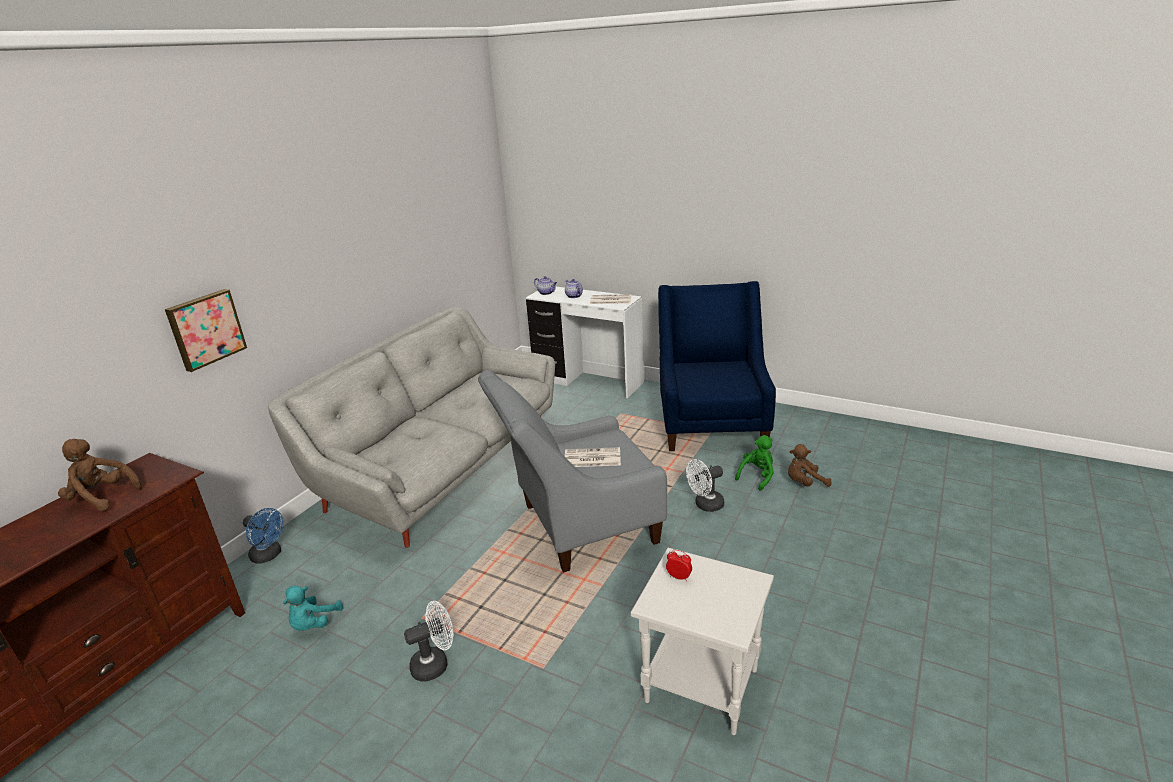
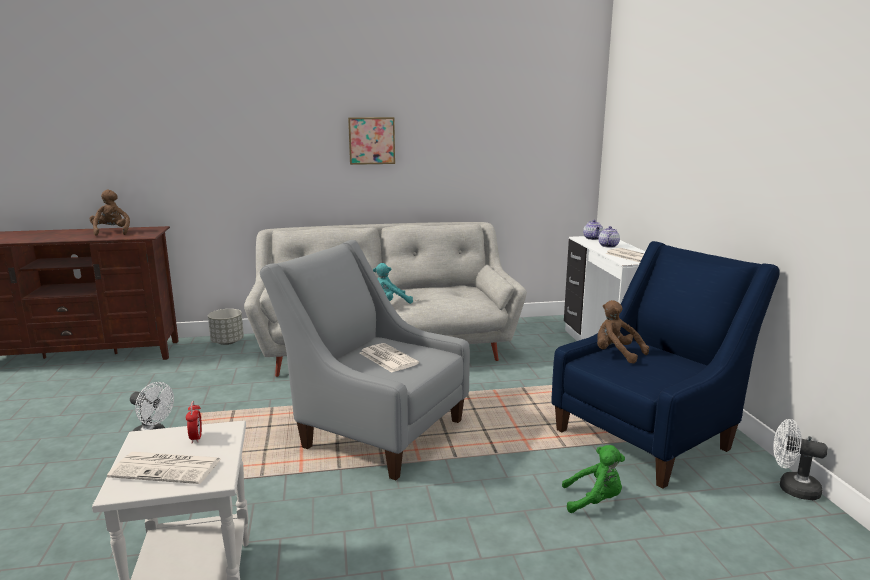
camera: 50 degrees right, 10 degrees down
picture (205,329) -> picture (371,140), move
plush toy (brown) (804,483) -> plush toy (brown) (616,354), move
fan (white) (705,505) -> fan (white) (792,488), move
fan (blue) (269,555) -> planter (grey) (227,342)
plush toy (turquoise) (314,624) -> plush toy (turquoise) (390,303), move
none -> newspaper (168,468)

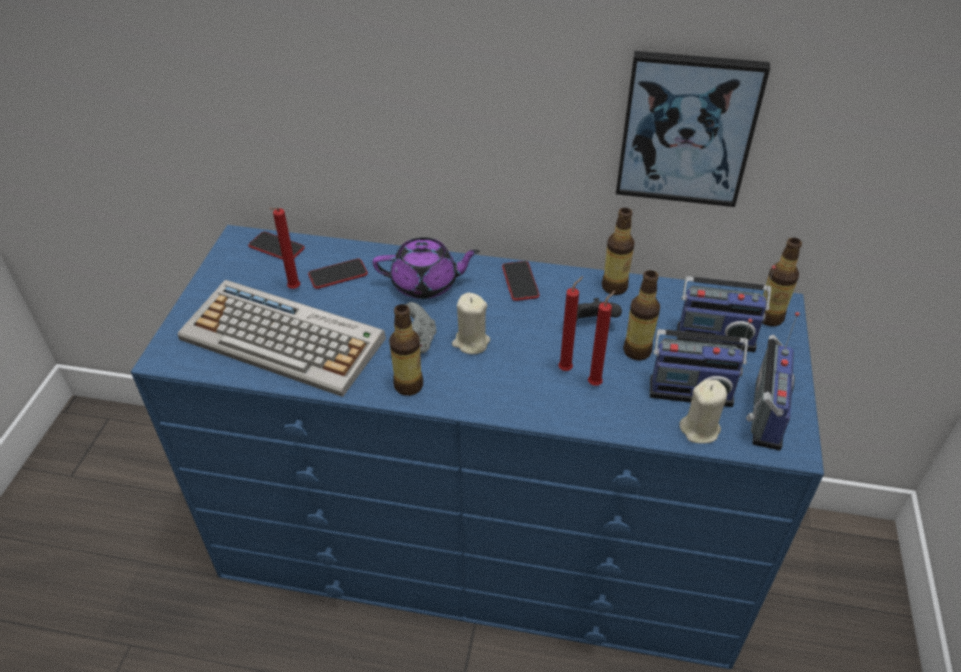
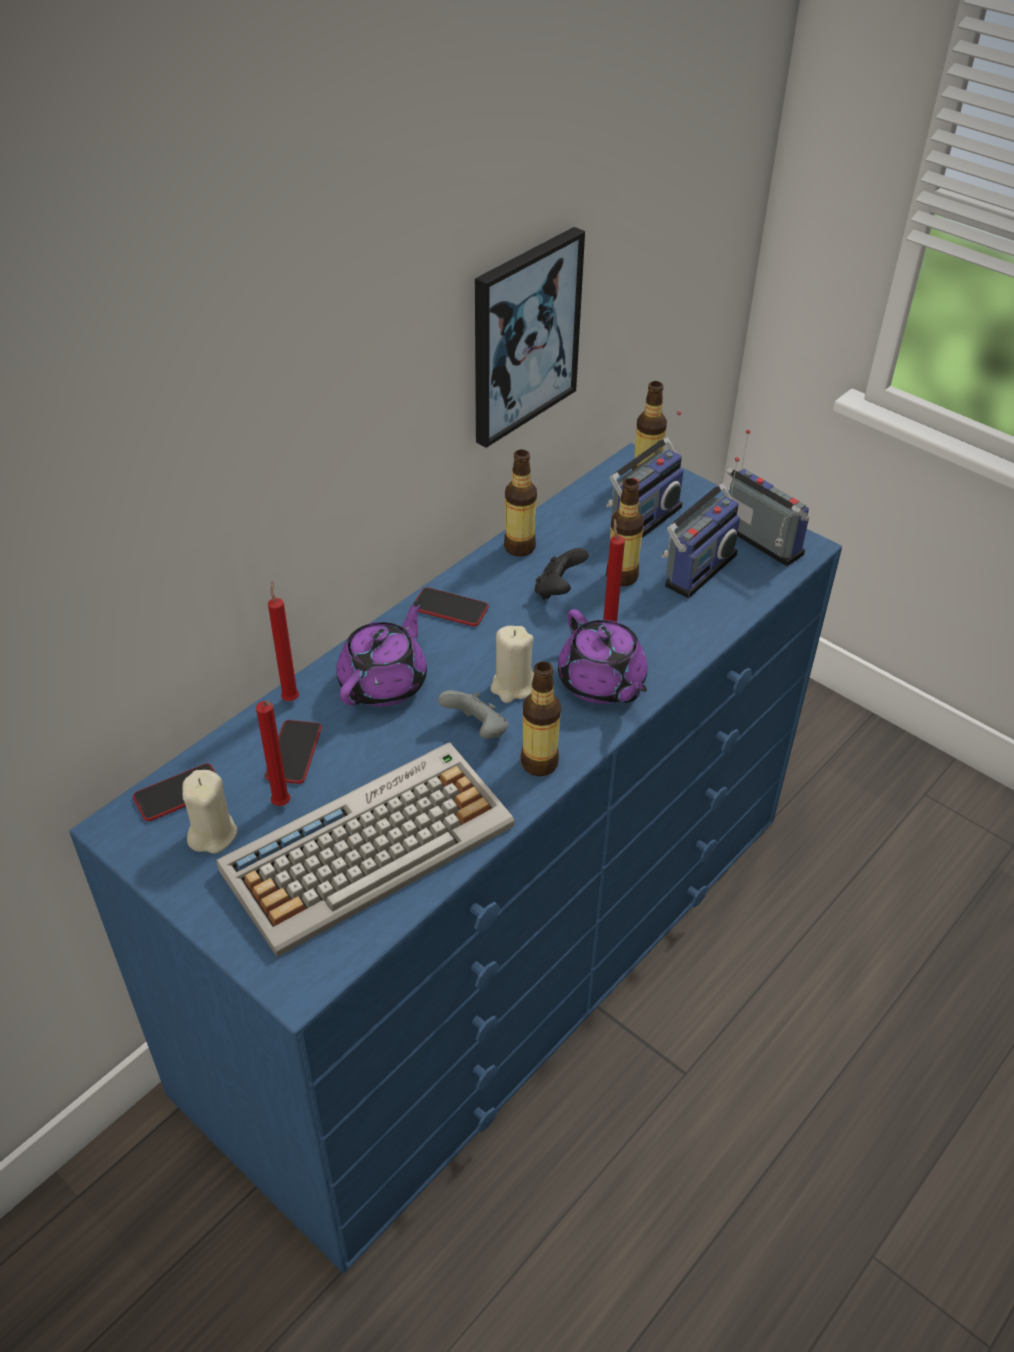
camera: 60 degrees left, 0 degrees up
candle (red) (596,383) -> candle (red) (290,698), move
candle (beige) (700,429) -> candle (beige) (212,834), move
none -> teapot (purple) (602,683)

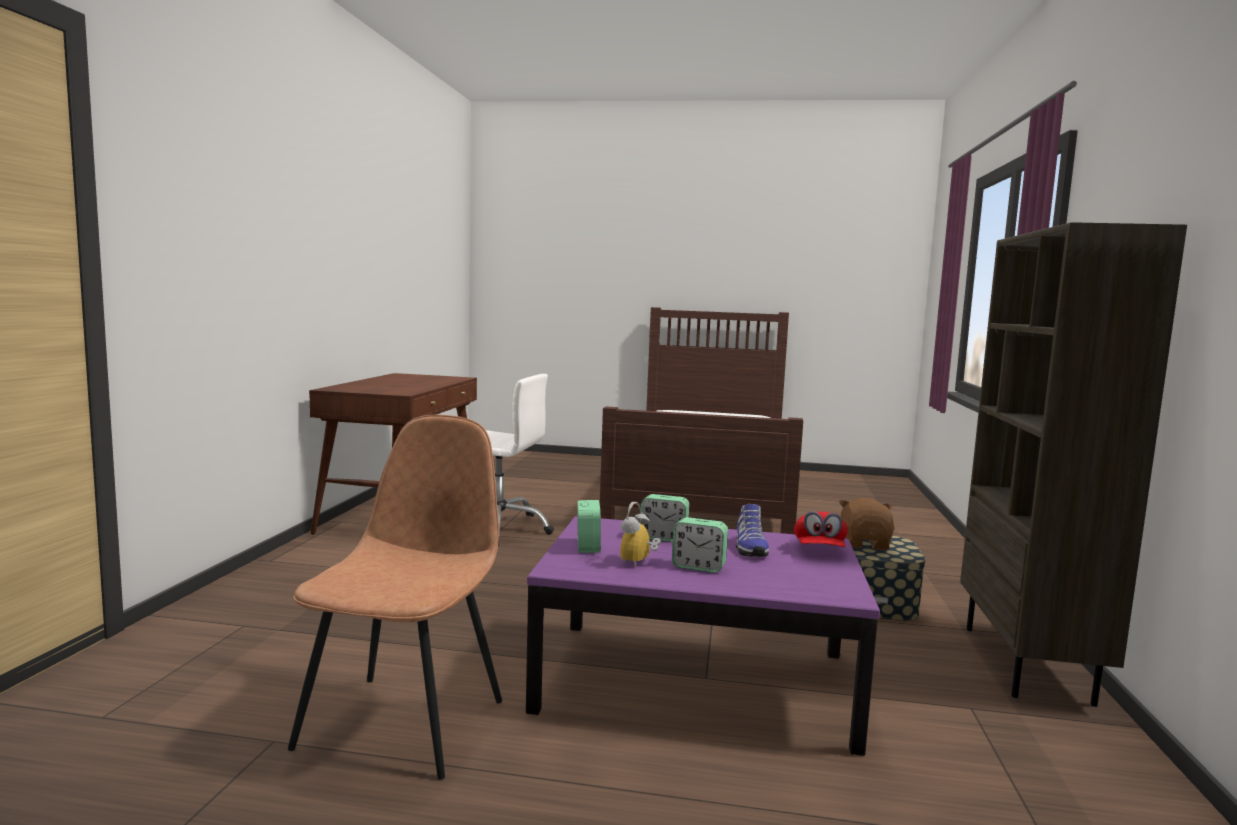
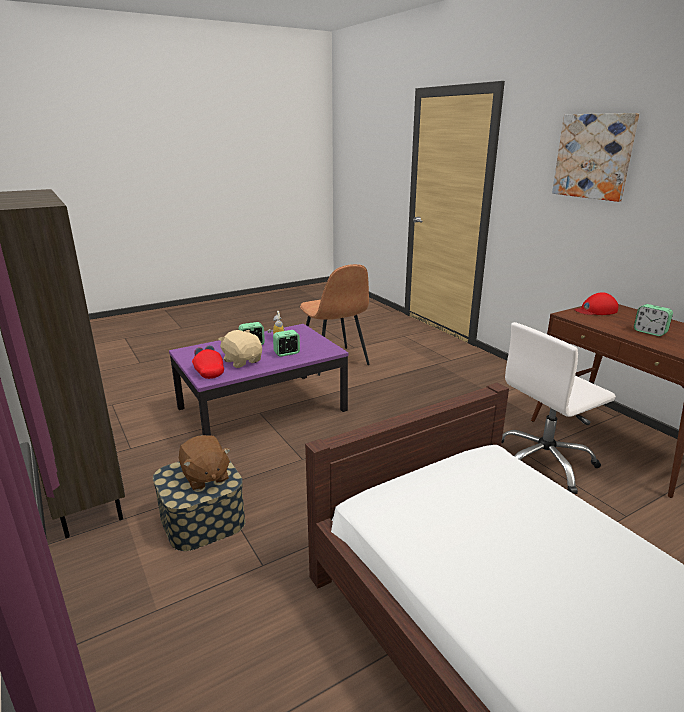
camera: 140 degrees right, 15 degrees up
alarm clock (588,547) -> alarm clock (650,332), move
shoe (749,548) -> plush toy (beige) (242,361)
none -> picture (594,156)
none -> cap (red) (595,310)

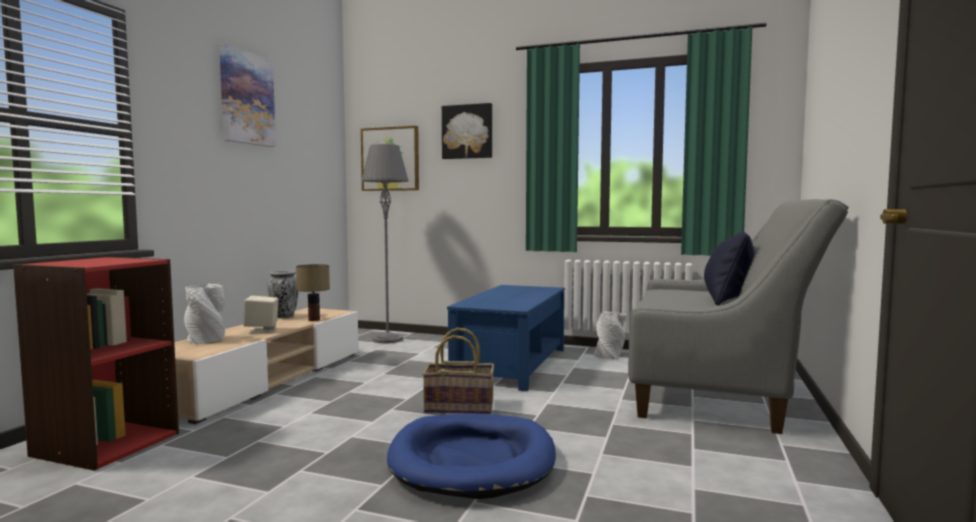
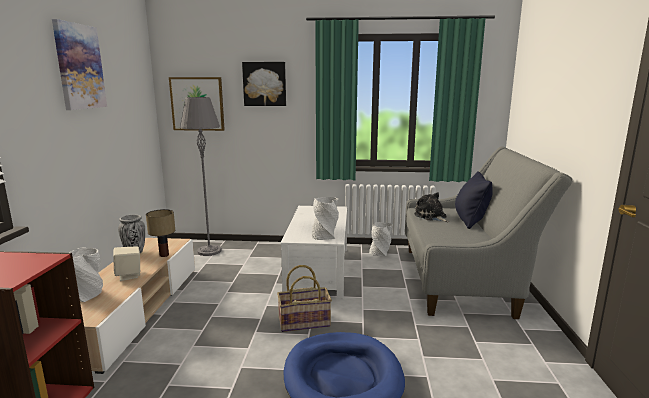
camera: 15 degrees left, 10 degrees up
coffee table (blue) (513,365) -> coffee table (white) (319,270)
none -> plush toy (431,216)
none -> vase (grey) (325,236)

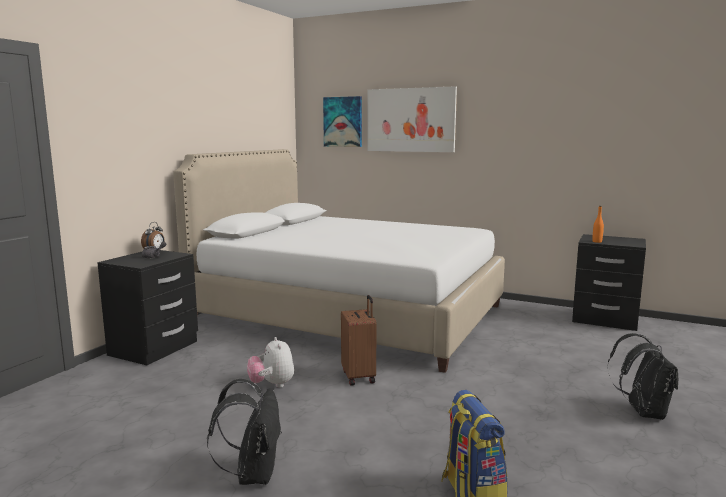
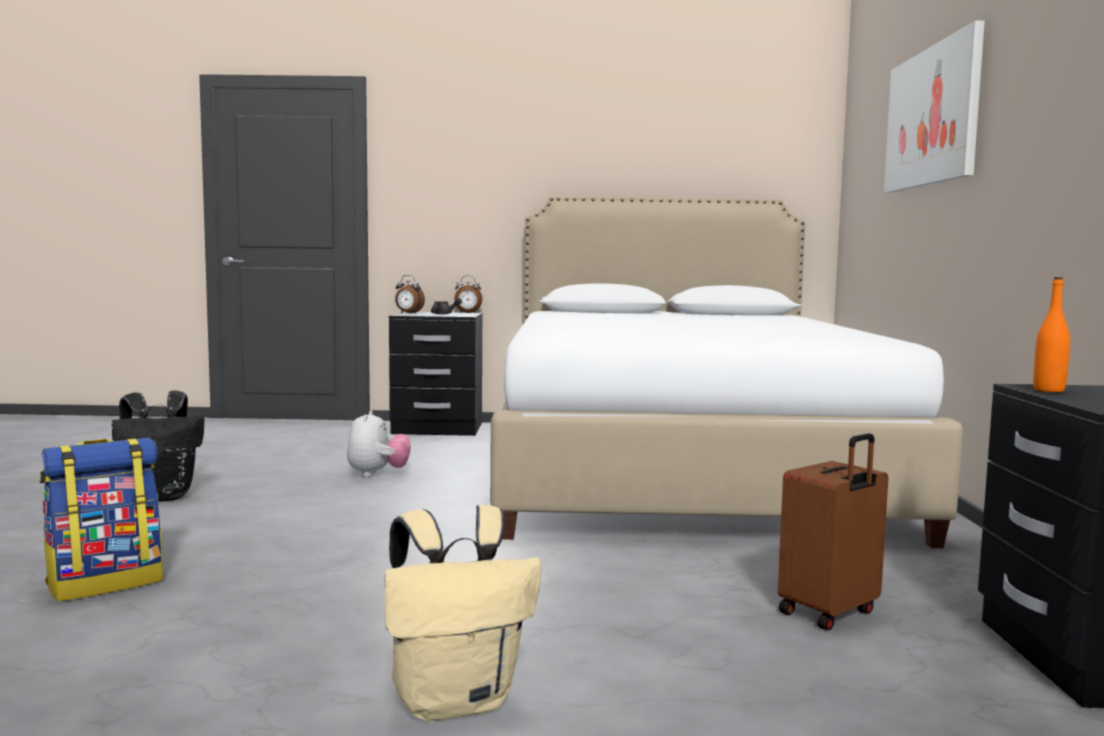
camera: 65 degrees right, 5 degrees down
picture (343,122) -> none
suitcase (brown) (359,376) -> suitcase (brown) (830,613), move
backpack (black) (642,412) -> backpack (beige) (456,701)
plush toy (272,385) -> plush toy (377,474), 135 degrees clockwise
none -> alarm clock (408,313)

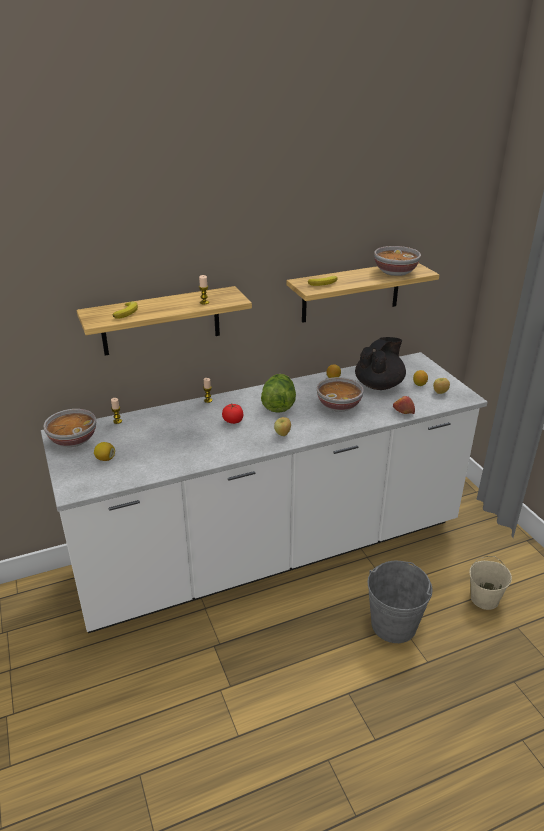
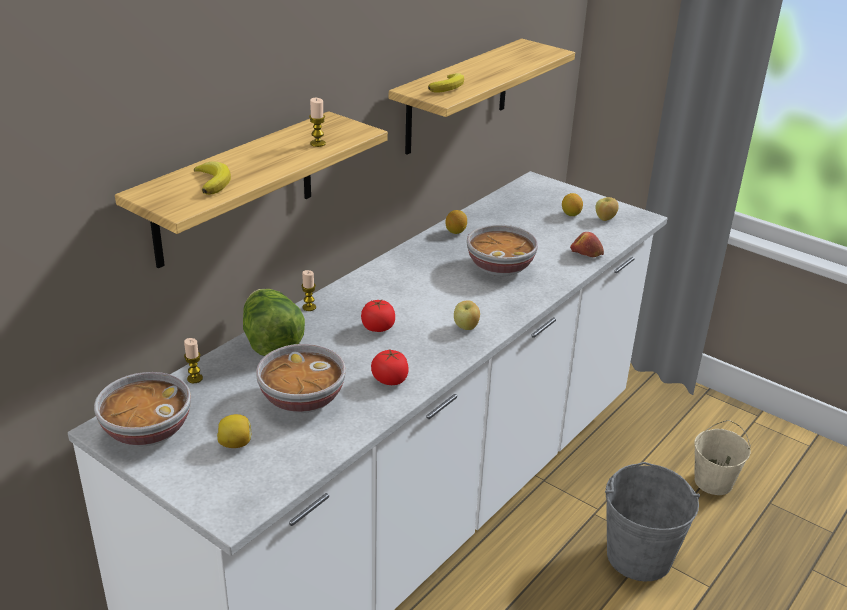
camera: 30 degrees left, 0 degrees up
bowl (395,272) -> bowl (301,399), move
teapot (black) (379,385) -> none
lettuce (278,404) -> lettuce (271,342), move
none -> tomato (390,380)

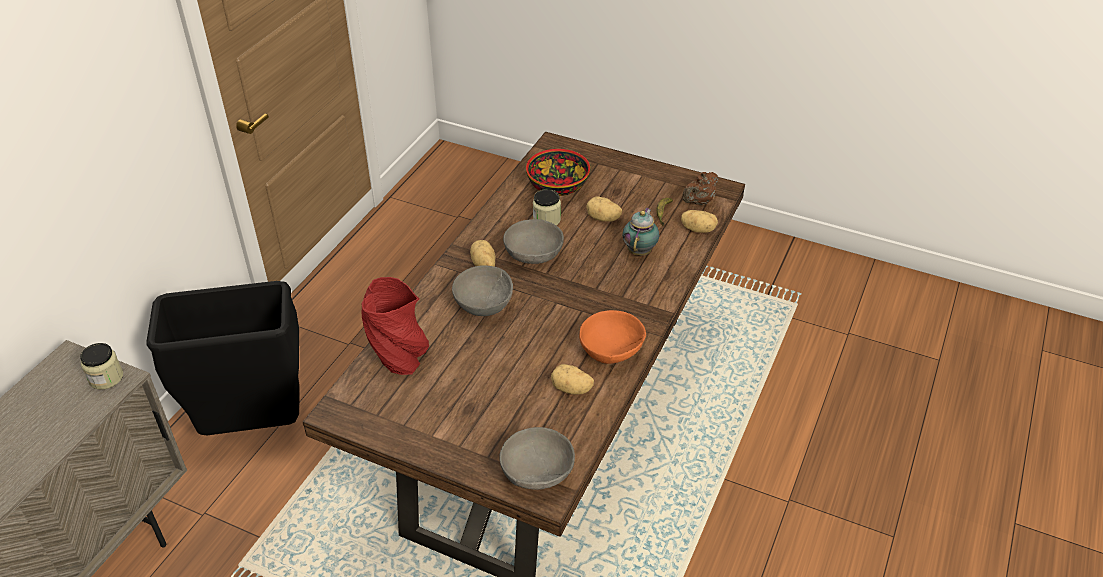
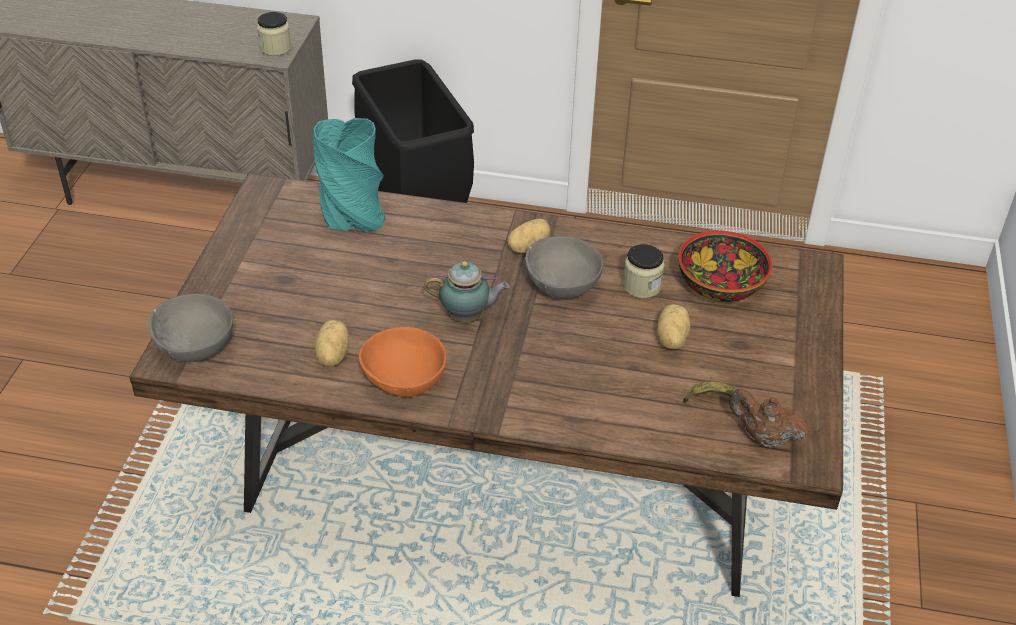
camera: 75 degrees right, 0 degrees up
teapot (640,250) -> teapot (467,317), move
potato (698,229) -> none
bowl (grey) (484,305) -> none
vase (red) (399,357) -> vase (turquoise) (352,215)

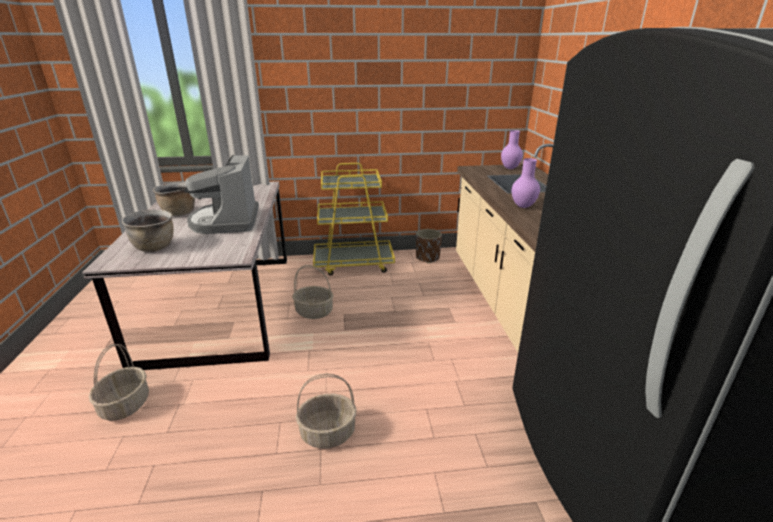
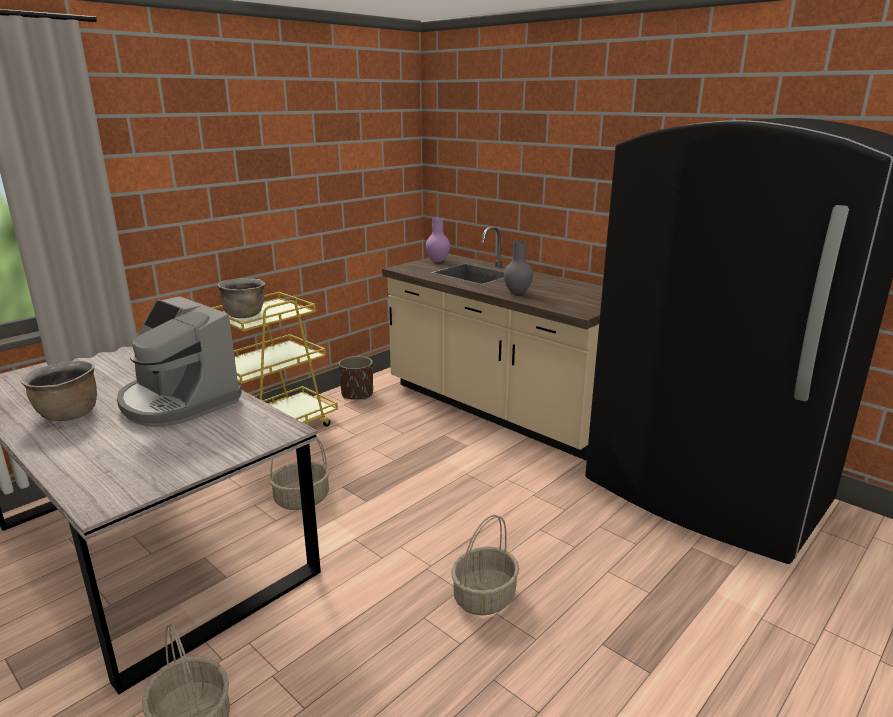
camera: 40 degrees left, 5 degrees down
vase (purple) (523,206) -> vase (grey) (518,293)
cooking pot (brown) (155,247) -> cooking pot (brown) (244,315), move

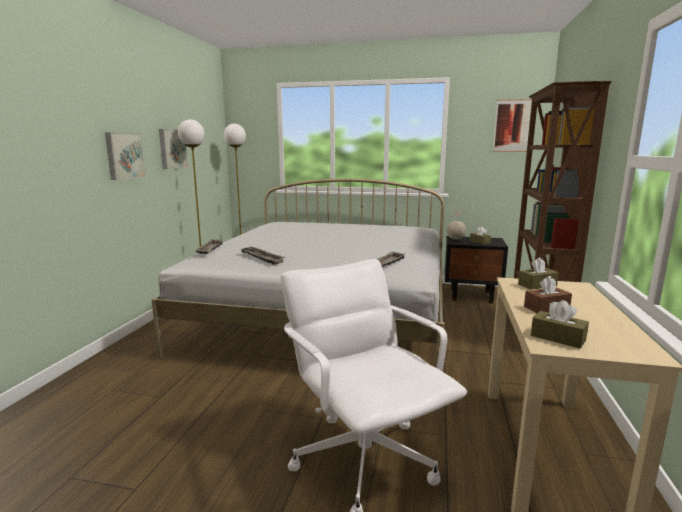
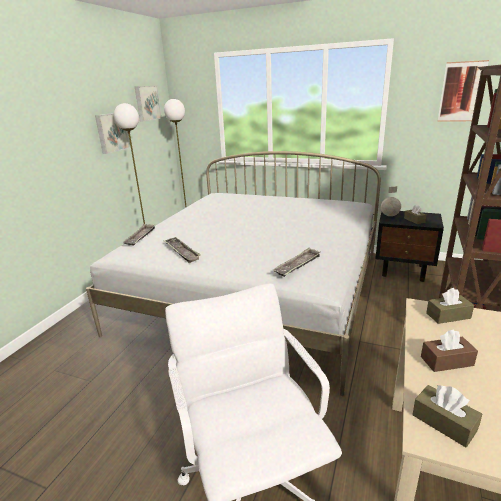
camera: 10 degrees right, 10 degrees up
picture (124,156) -> picture (147,103), move

